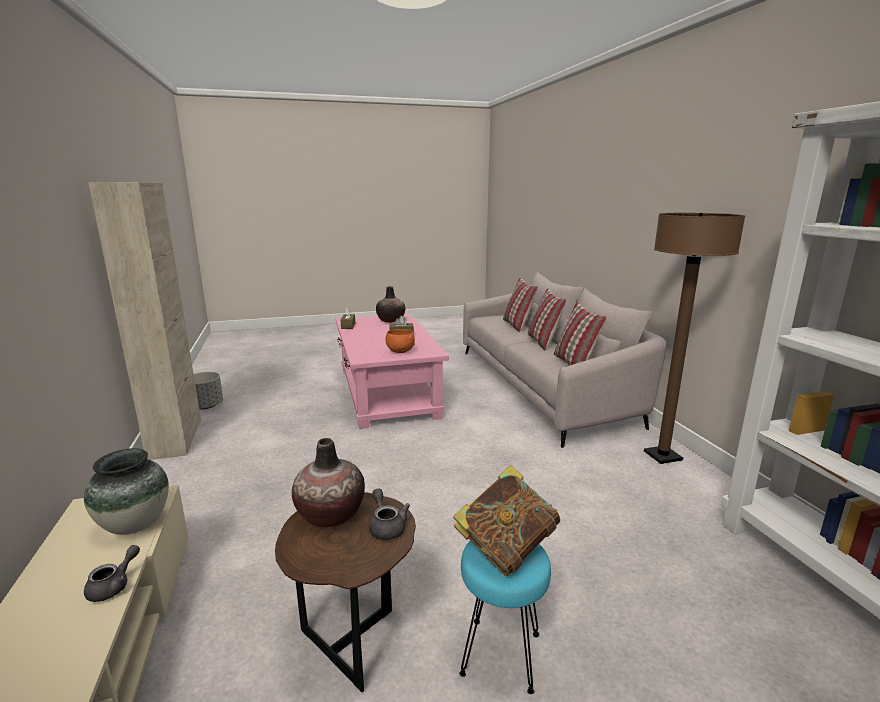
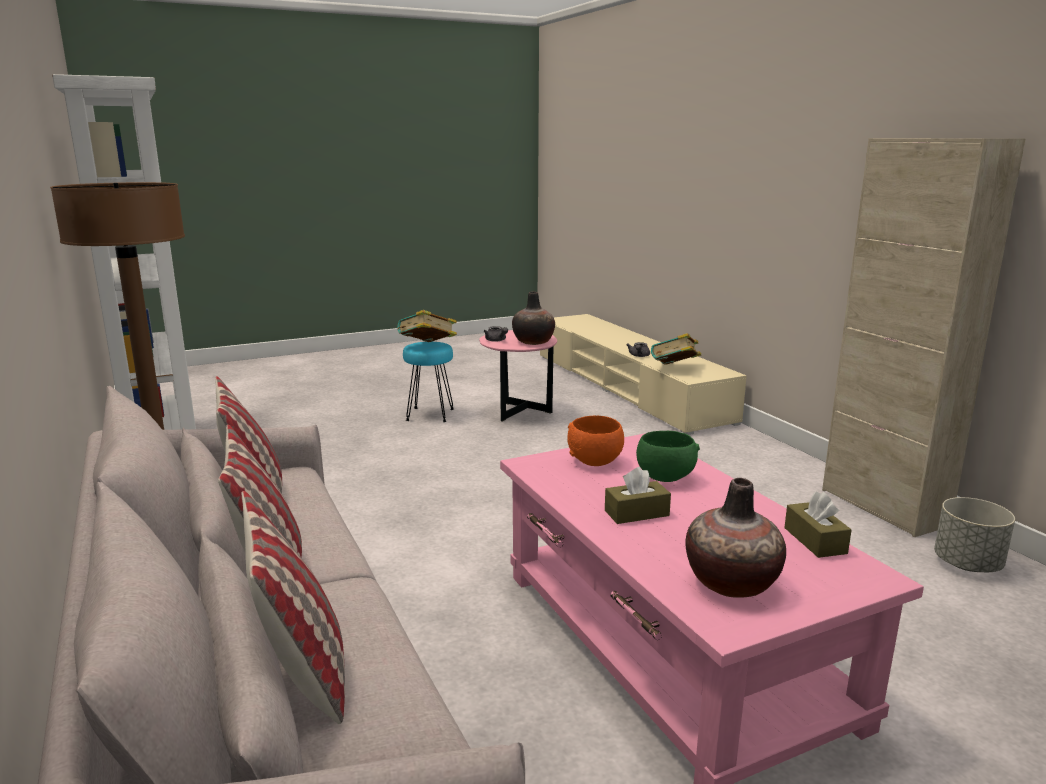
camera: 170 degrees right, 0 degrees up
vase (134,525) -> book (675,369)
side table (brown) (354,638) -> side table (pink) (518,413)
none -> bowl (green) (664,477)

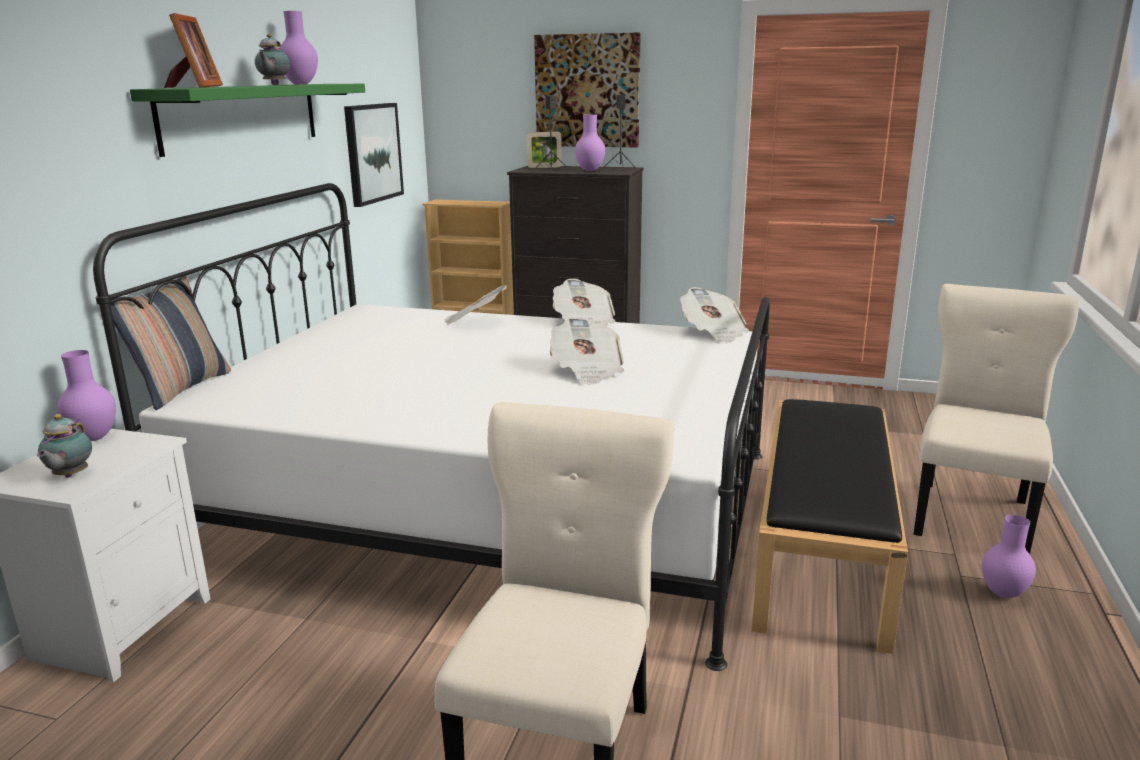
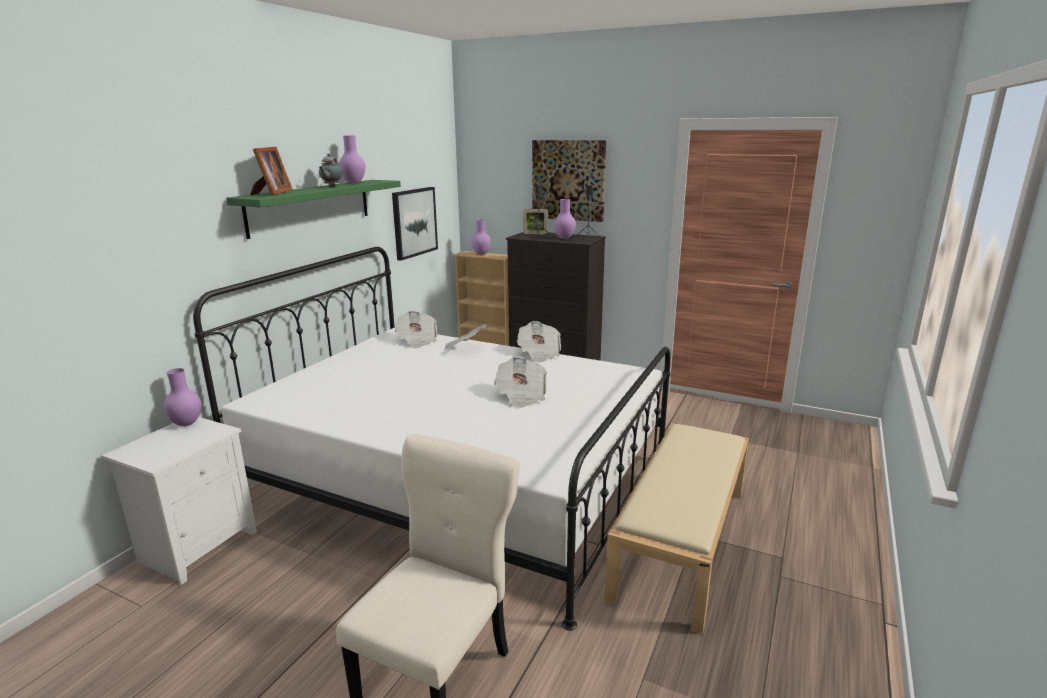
camera: 10 degrees right, 0 degrees up
pillow (181,389) -> none
chair (beige) (973,515) -> none
newspaper (713,333) -> newspaper (417,341), move
bench (black) (820,547) -> bench (beige) (680,540)
teapot (69,476) -> none
vase (purple) (1002,593) -> vase (purple) (481,254), move

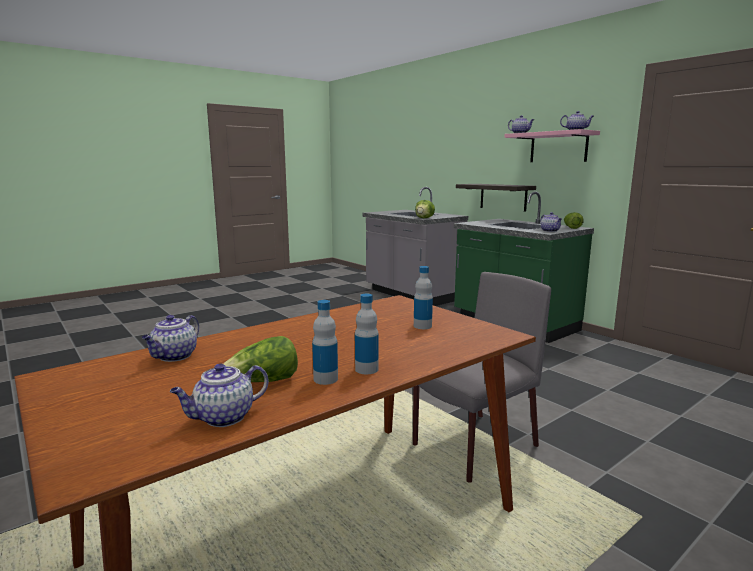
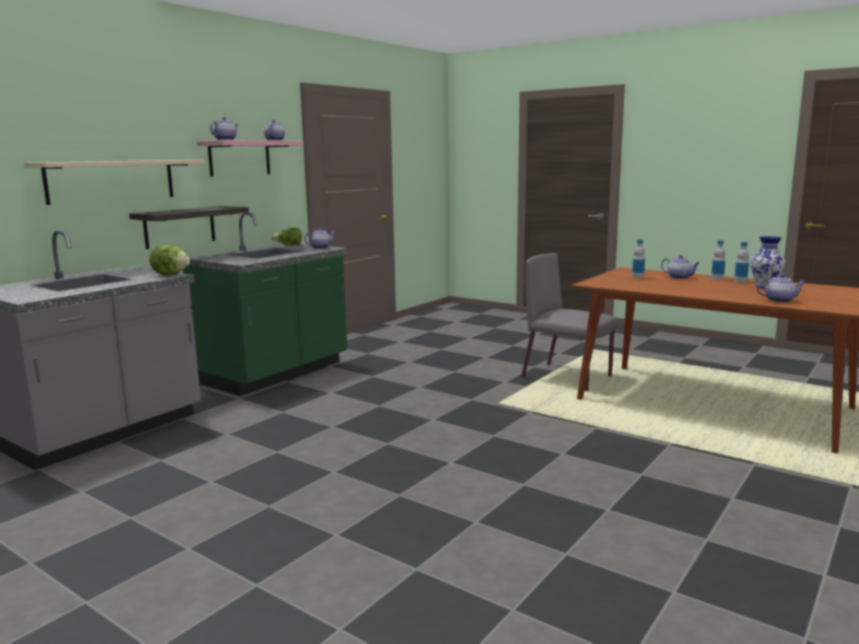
camera: 105 degrees left, 0 degrees up
lettuce (263,382) -> vase (765,286)
teapot (223,418) -> teapot (679,277), move
none -> shelf (beige) (111,181)

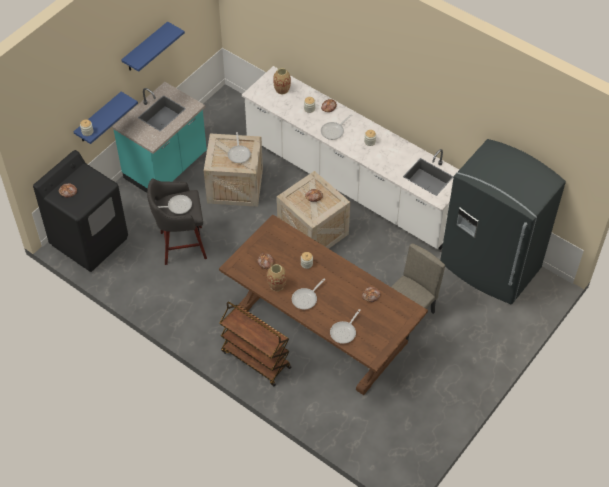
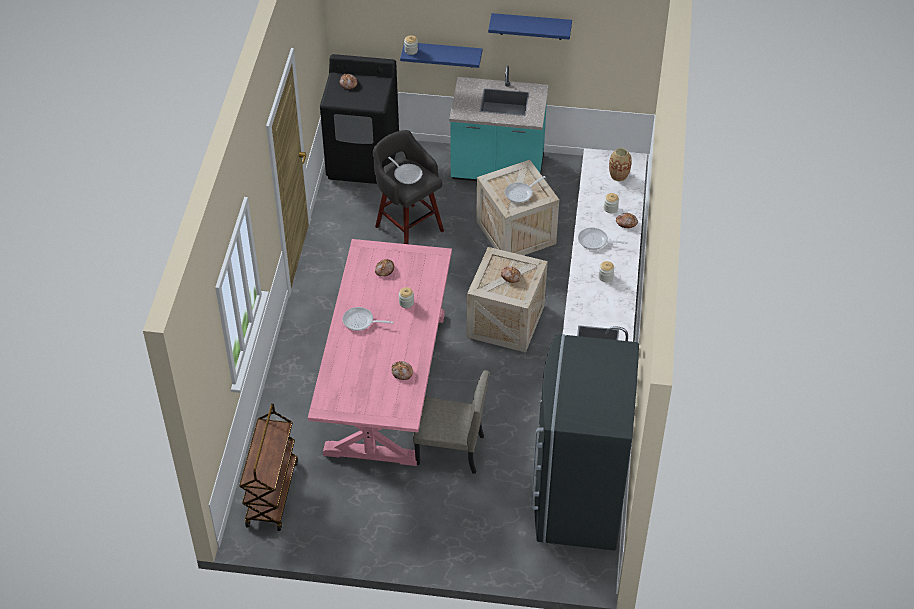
camera: 60 degrees right, 5 degrees down
dining table (brown) (321,326) -> dining table (pink) (386,383)
vase (277,285) -> none
cart (brown) (255,359) -> cart (brown) (271,493), move
frying pan (344,332) -> none

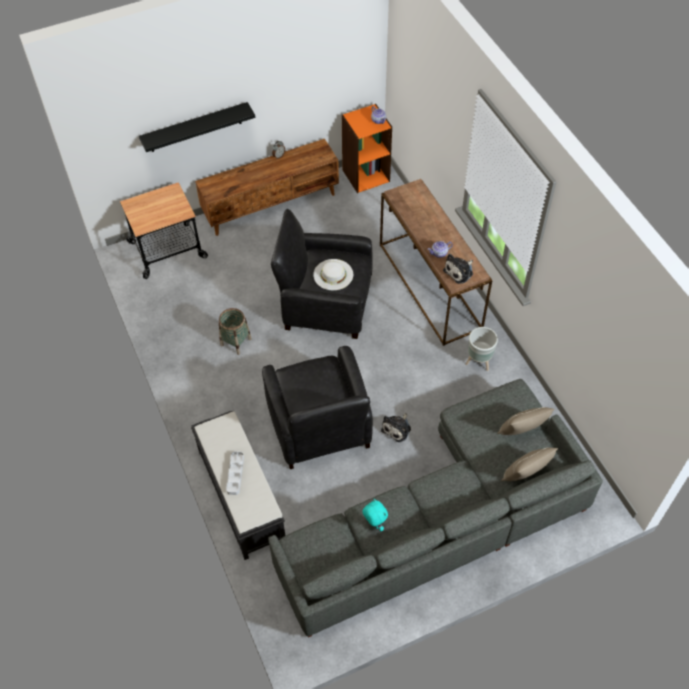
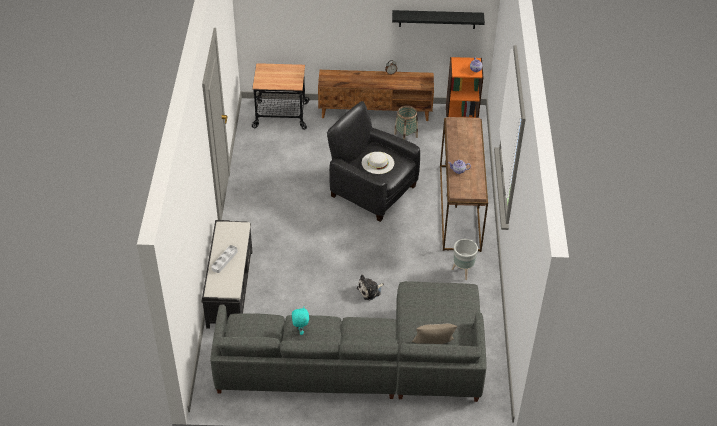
camera: 25 degrees right, 10 degrees down
shelf (black) (195,127) -> shelf (black) (437,19), move
plush toy (459,271) -> none
basket (236,342) -> basket (405,135), move
armchair (black) (319,426) -> none
pillow (beige) (522,431) -> none

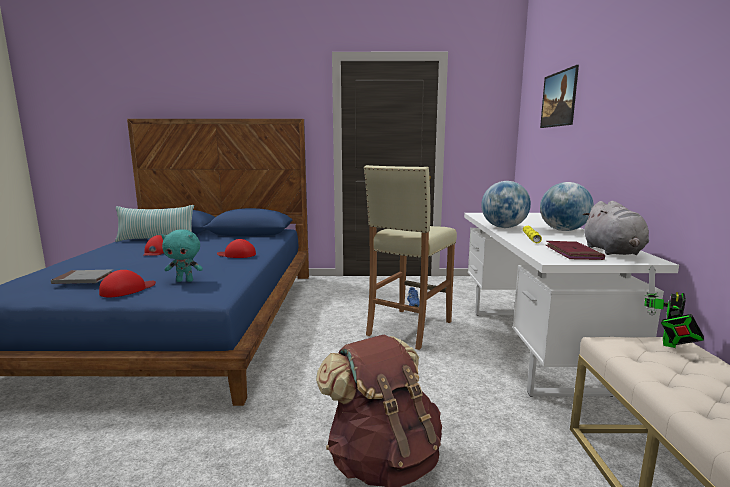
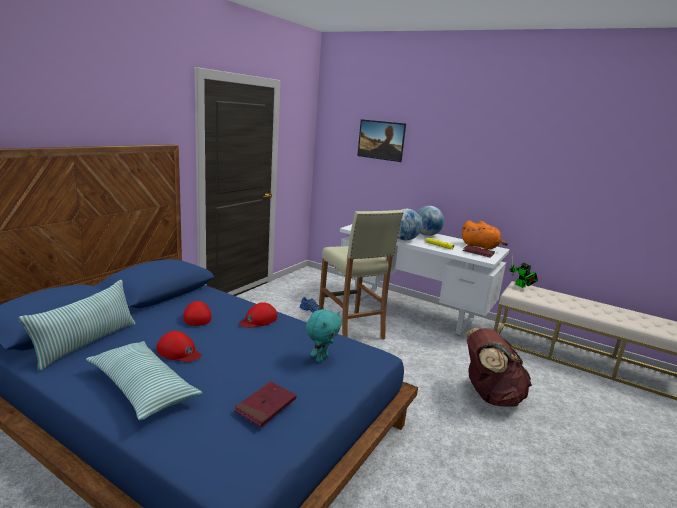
camera: 60 degrees left, 5 degrees up
plush toy (grey) (613,252) -> plush toy (orange) (481,247)
book (grey) (83,279) -> book (red) (266,406)
cap (red) (127,289) -> cap (red) (197,316), move
none -> pillow (142,388)

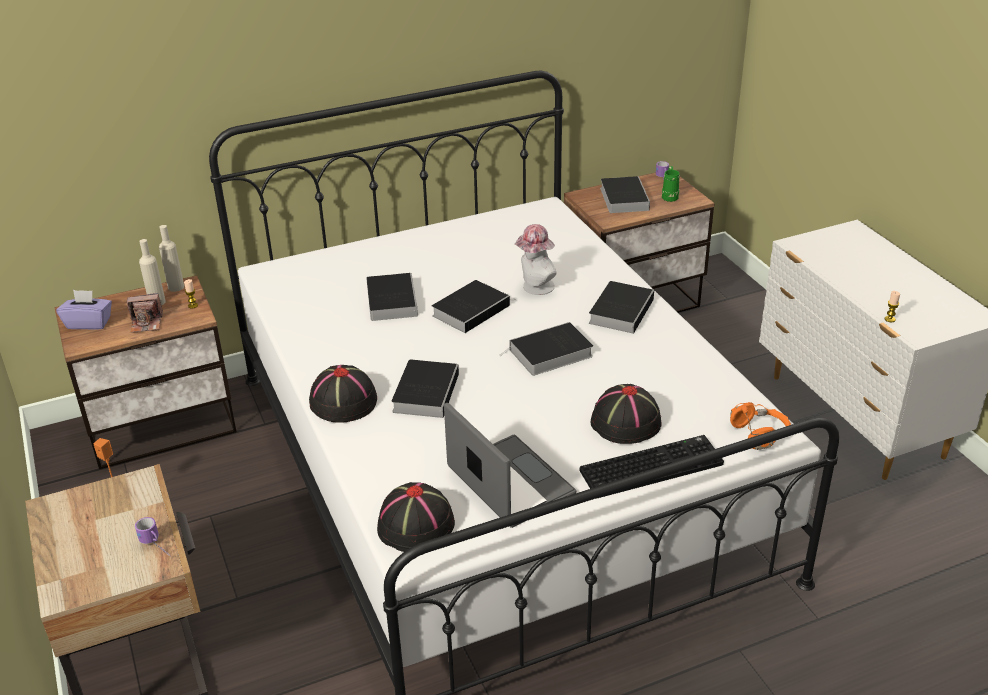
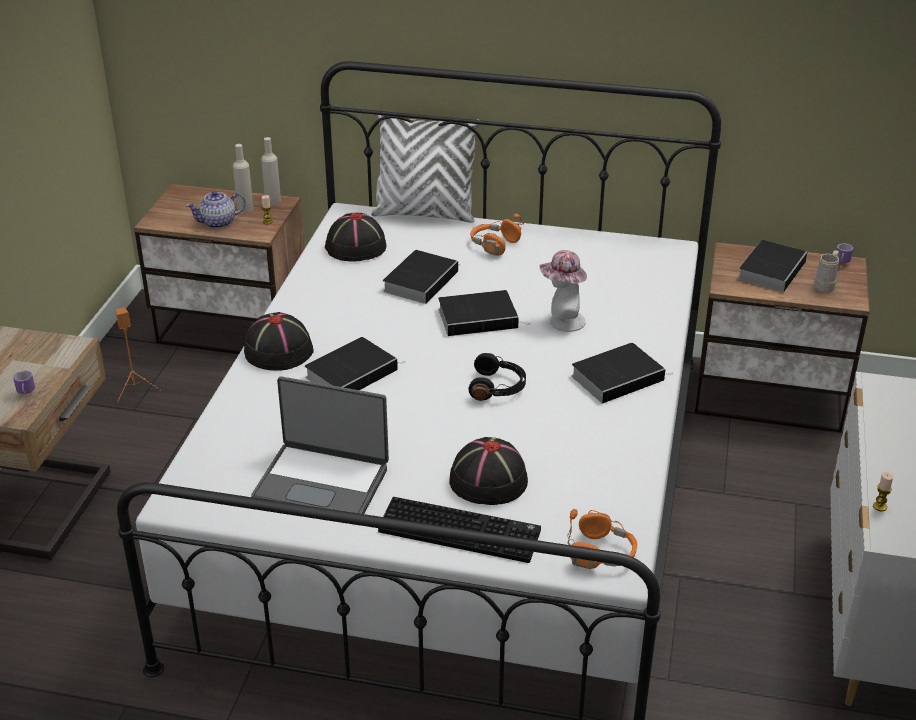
camera: 35 degrees right, 0 degrees up
mug (green) (669,196) -> mug (beige) (826,286)
tissue box (purple) (89,323) -> none
photo camera (147,323) -> teapot (218,223)
book (549,354) -> headphones (black) (498,387)
laptop (508,483) -> laptop (322,482), 105 degrees clockwise
hat (black) (415,526) -> hat (black) (355,247), move
none -> pillow (white) (425,213)
none -> headphones (orange) (494,245)

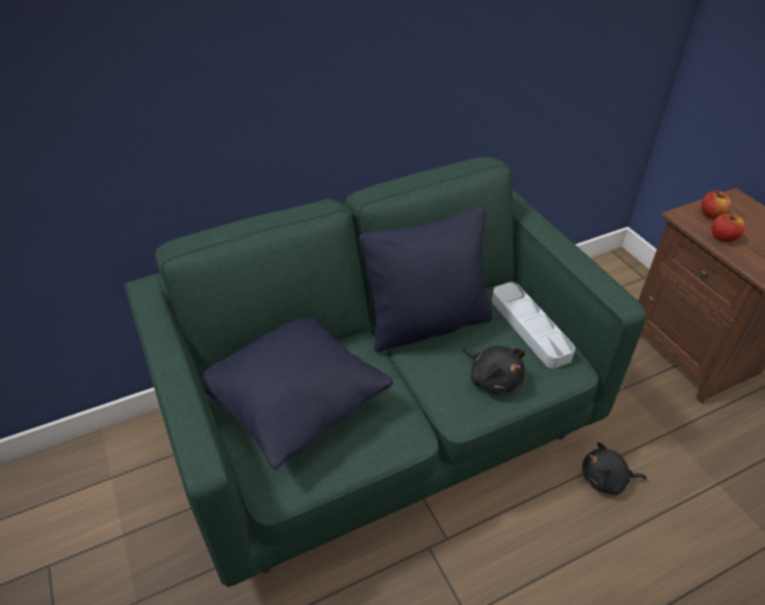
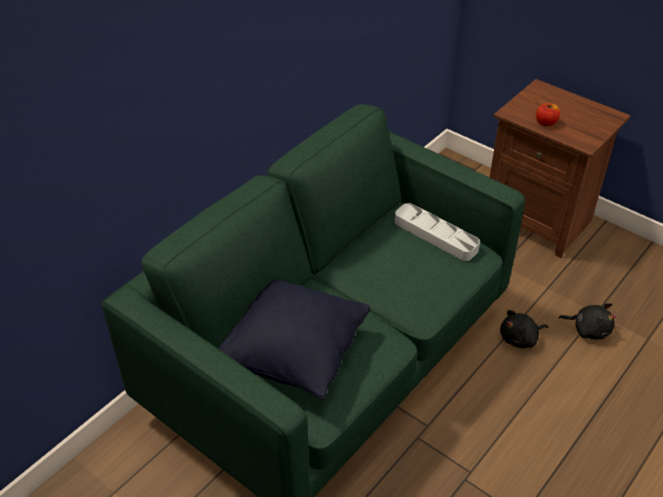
camera: 25 degrees left, 0 degrees up
apple (711,214) -> none
pillow (black) (427,324) -> none
plush toy (black) (493,378) -> plush toy (black) (588,329), move

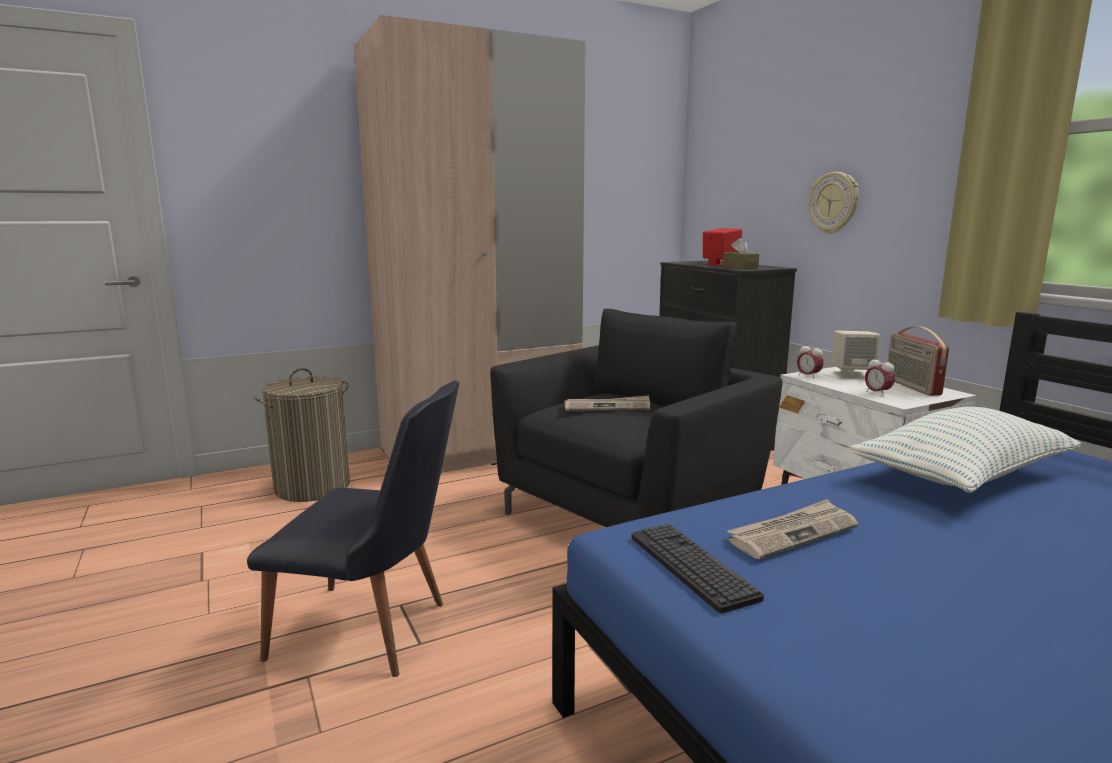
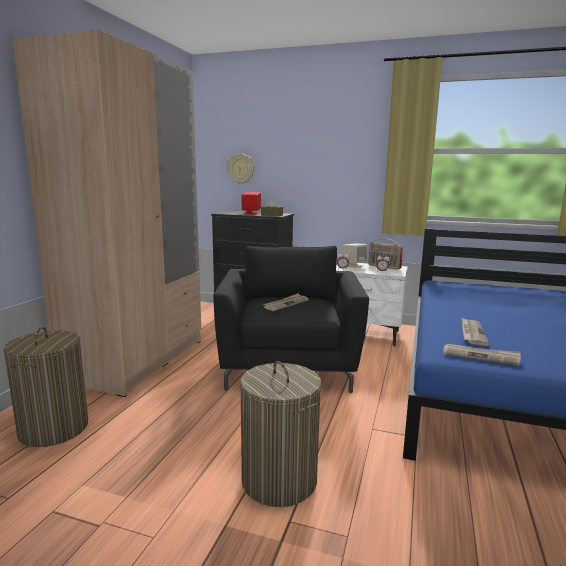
camera: 45 degrees left, 0 degrees up
wall clock (833,203) -> wall clock (241,169), move
chair (black) (374,633) -> laundry basket (279,480)
pillow (961,476) -> none
keyboard (691,566) -> newspaper (481,356)

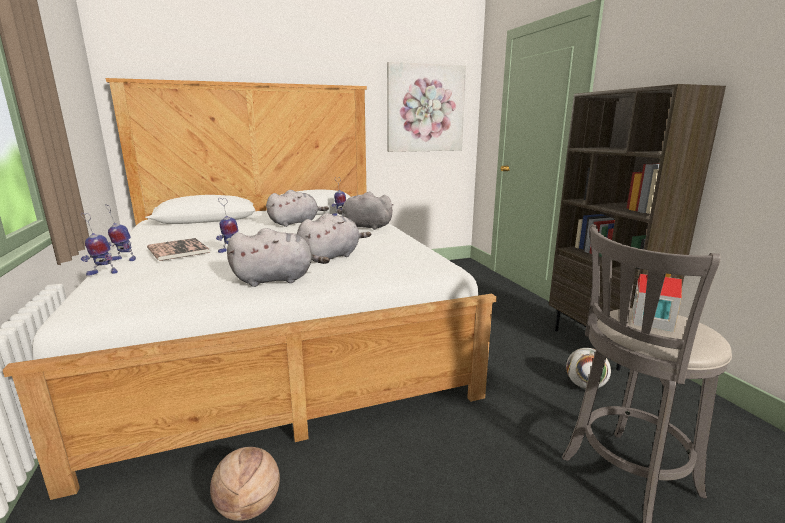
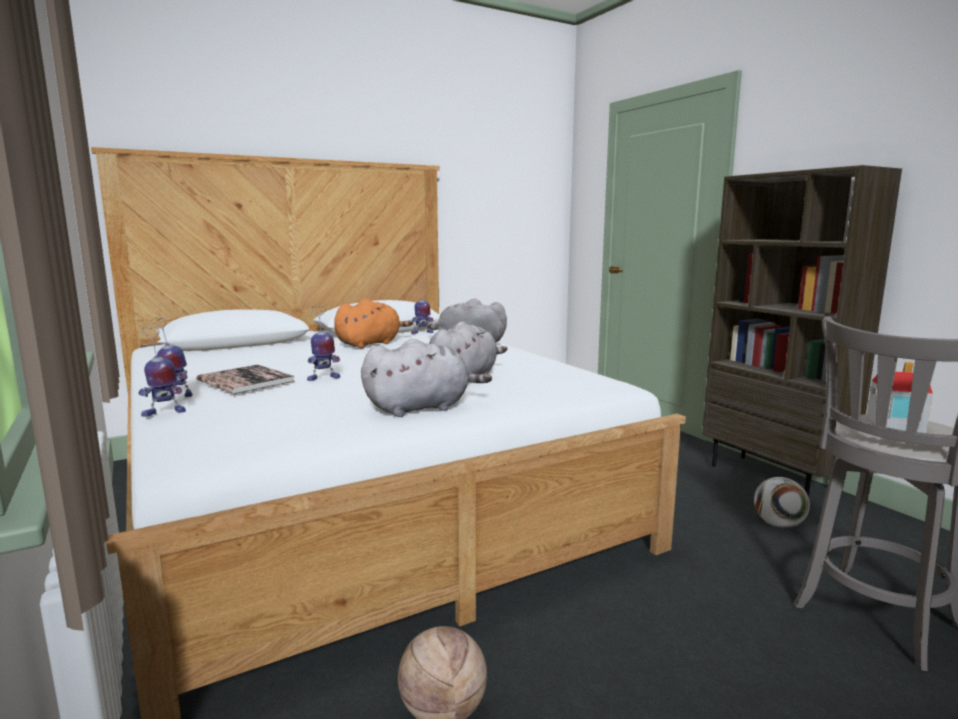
camera: 10 degrees left, 5 degrees down
picture (425,108) -> none
plush toy (grey) (296,223) -> plush toy (orange) (370,344)

